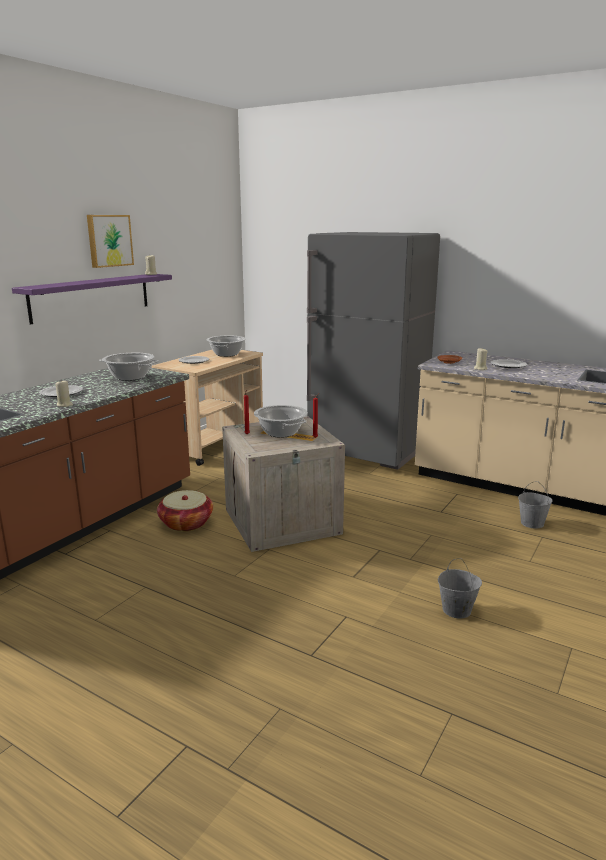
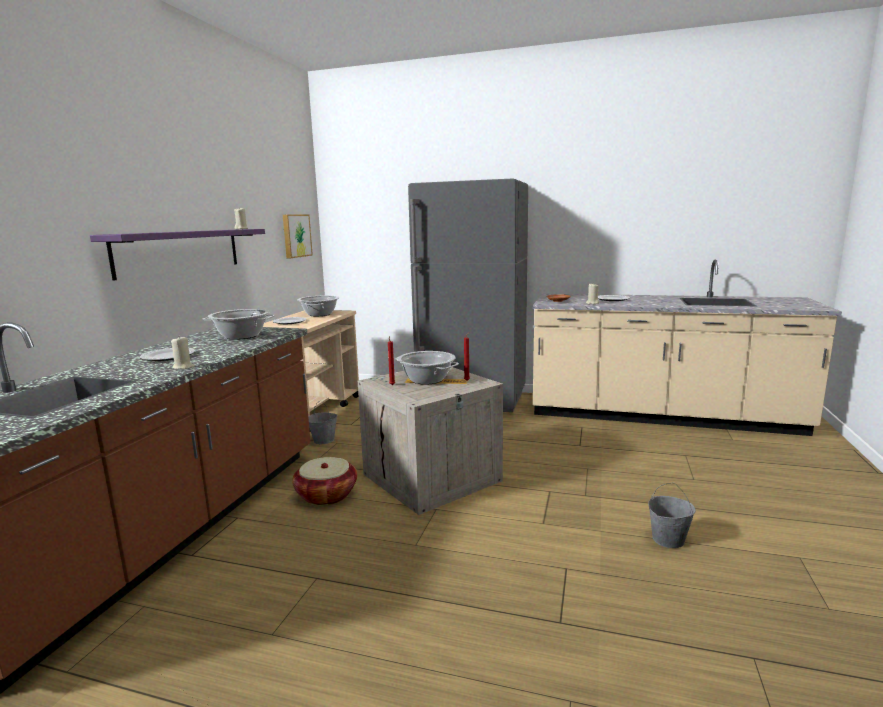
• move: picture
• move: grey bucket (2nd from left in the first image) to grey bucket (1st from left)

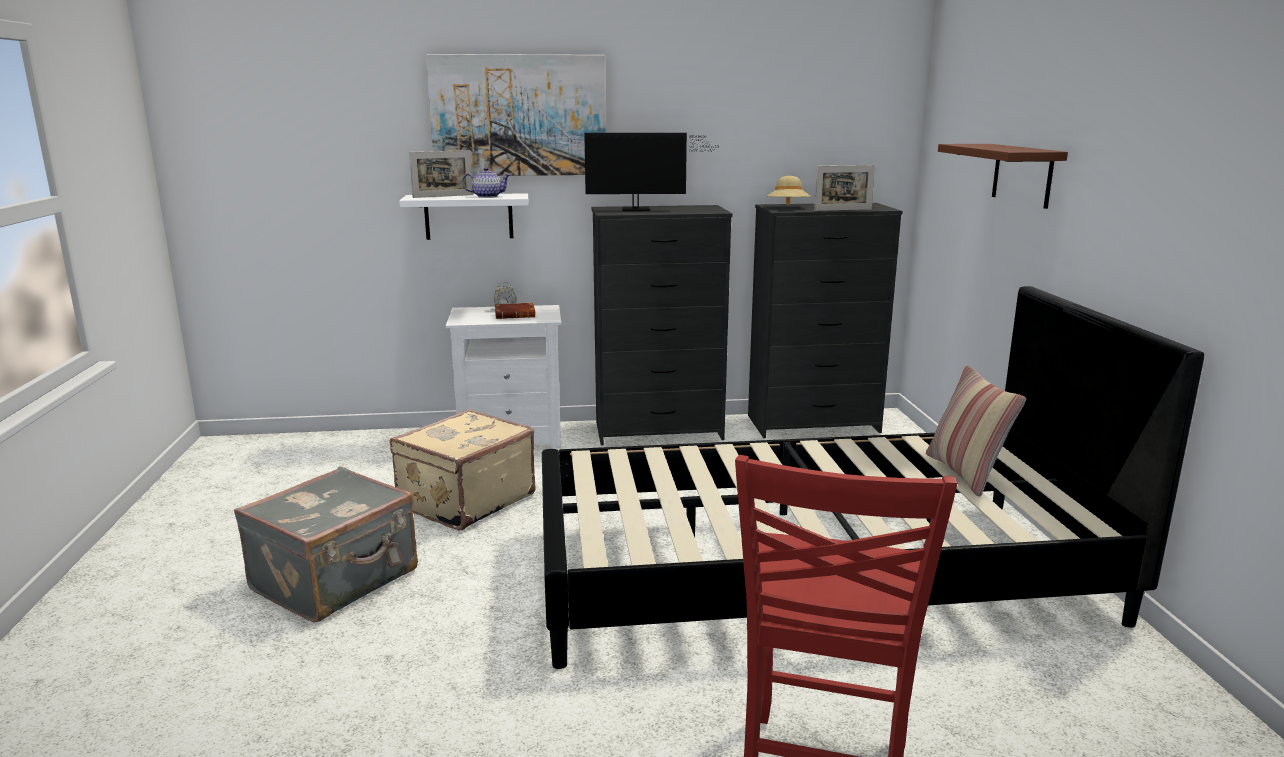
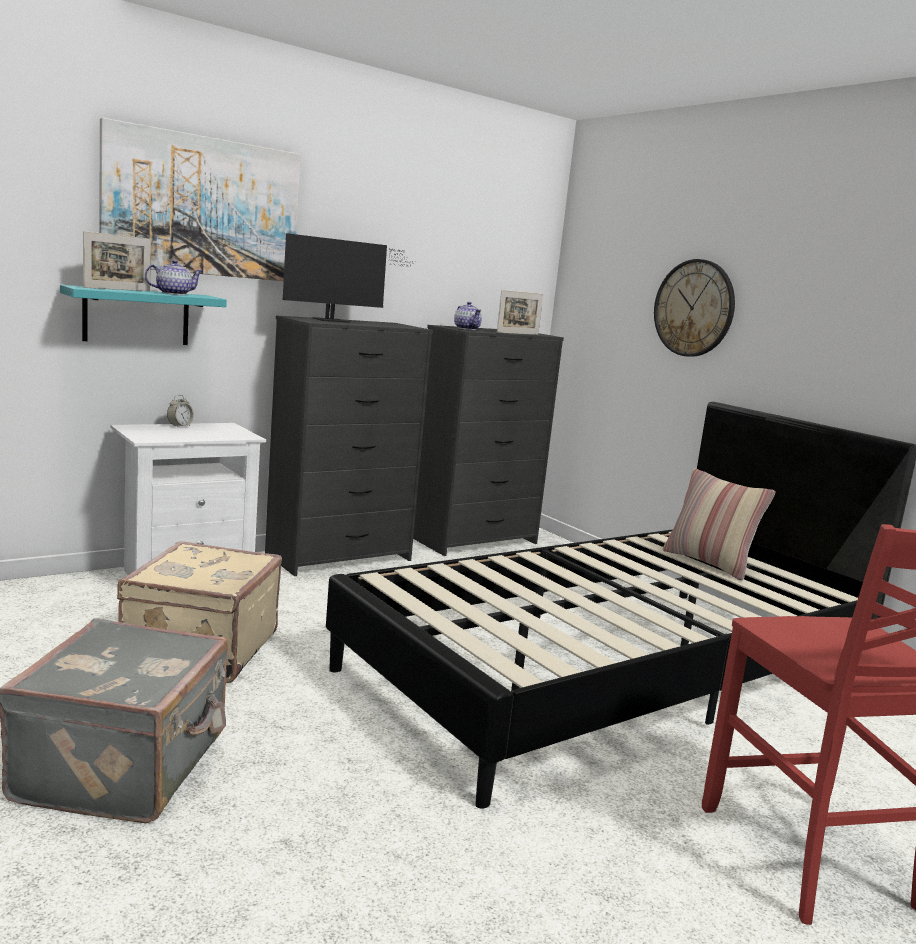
• recolor: white shelf to turquoise shelf
• delete: brown book
• replace: beige hat to teapot (2nd from left)
• replace: brown shelf to wall clock

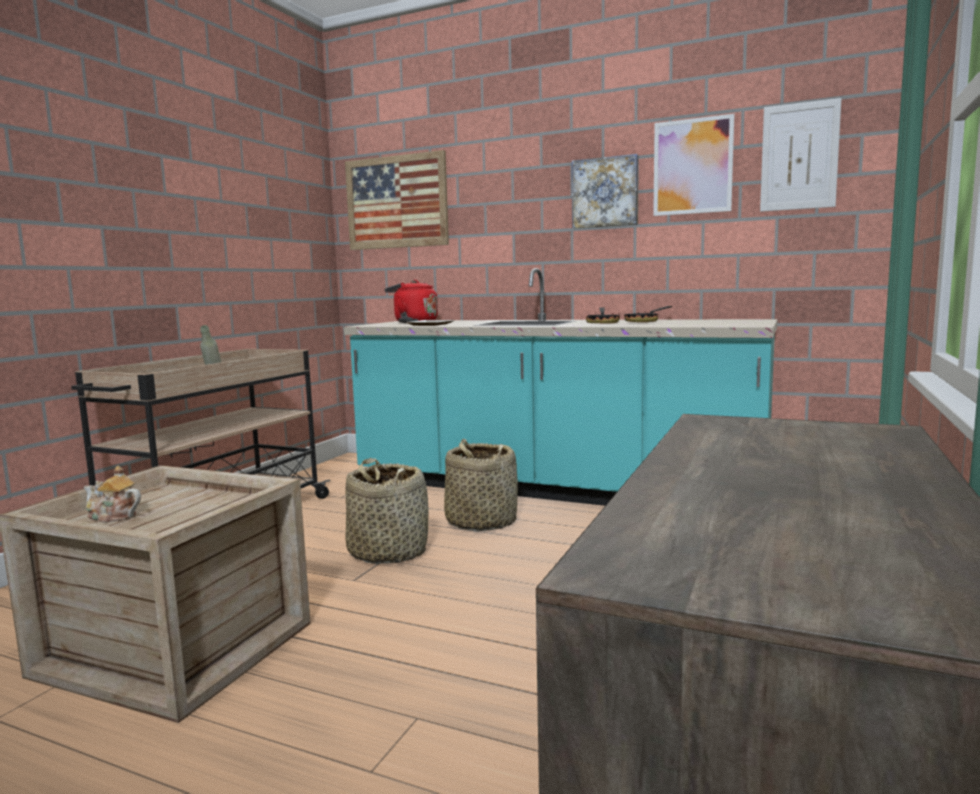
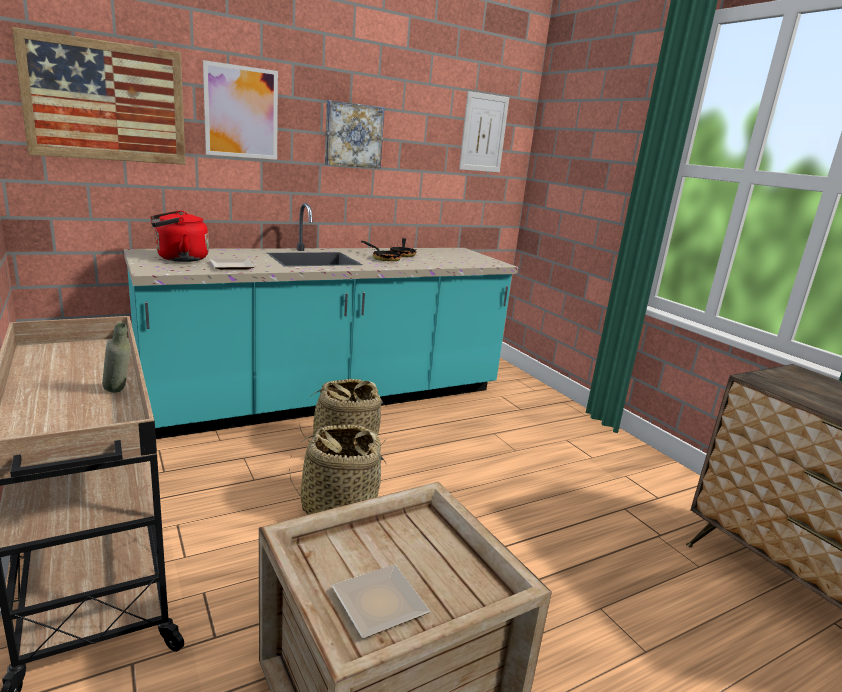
• replace: teapot to plate (2nd from left)
• move: picture (3rd from left in the first image) to picture (2nd from left)

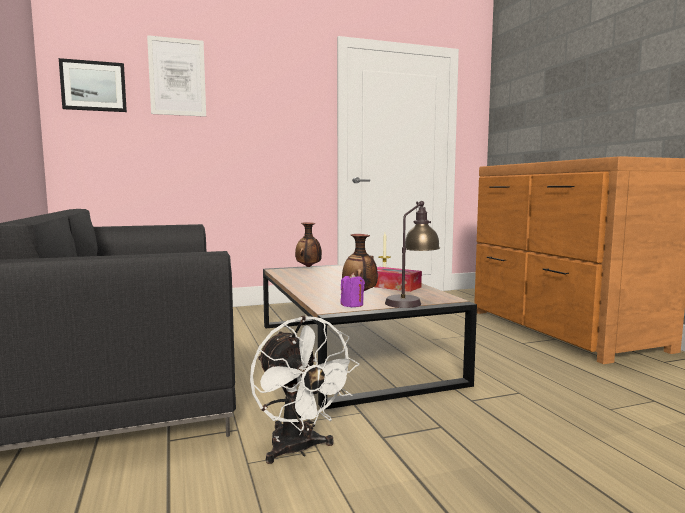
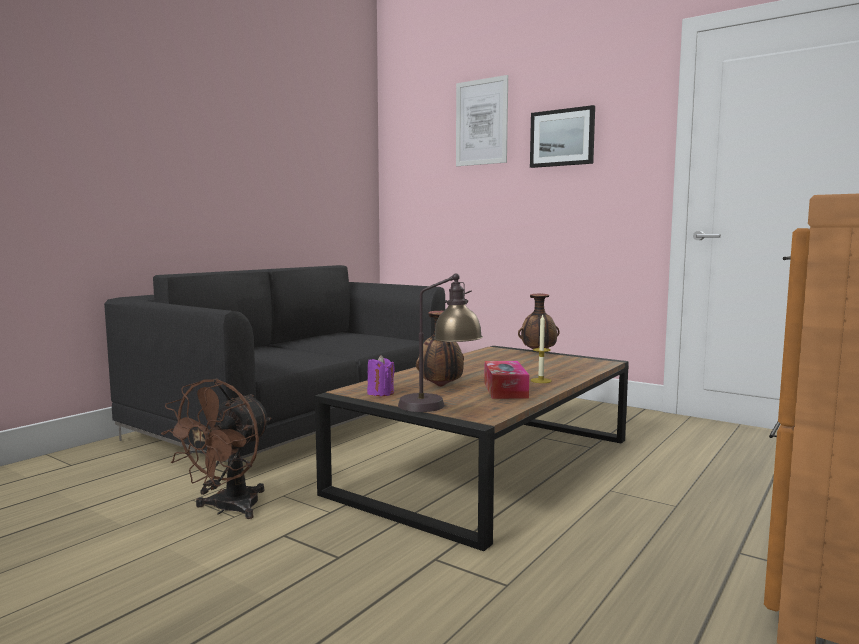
• move: picture (1st from left in the first image) to picture (2nd from left)
• recolor: white fan to brown fan

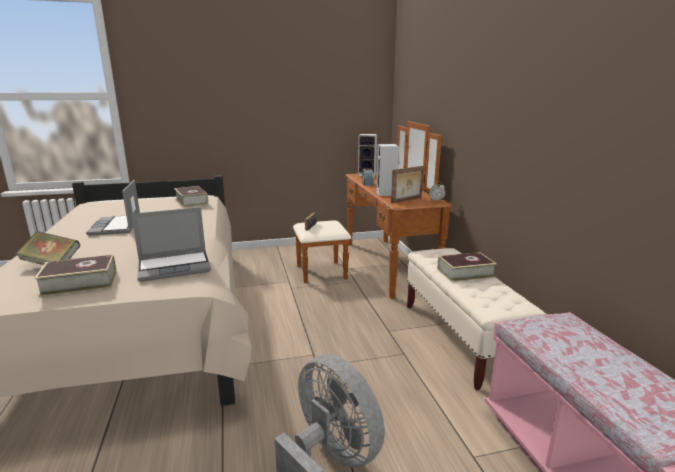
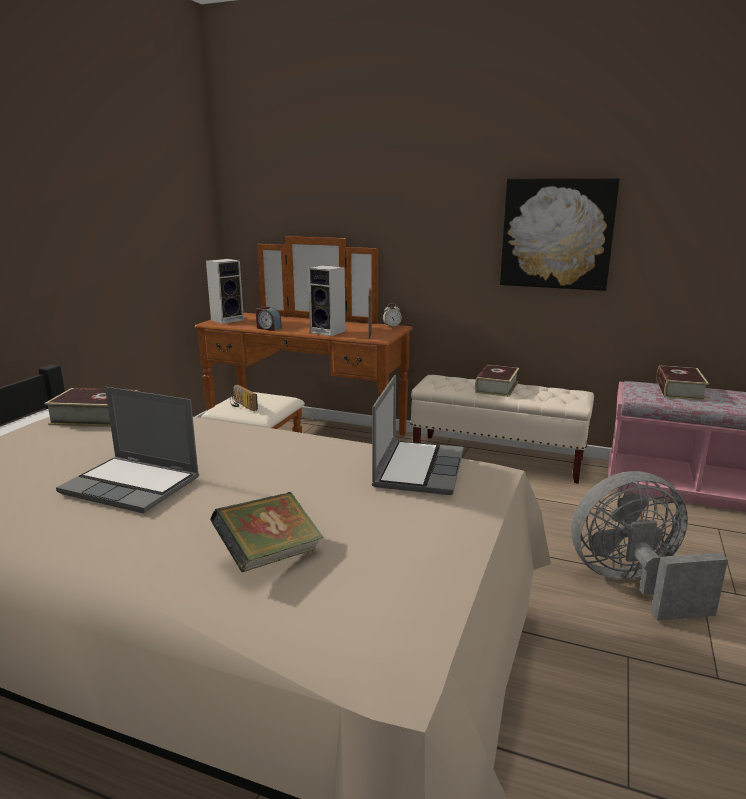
• move: book (2nd from left in the first image) to book (4th from left)
• insert: picture

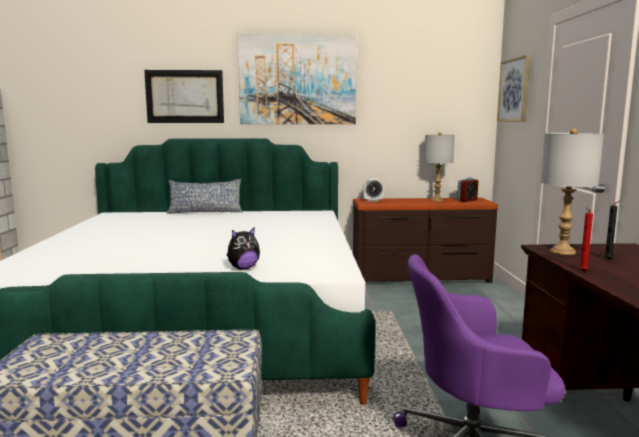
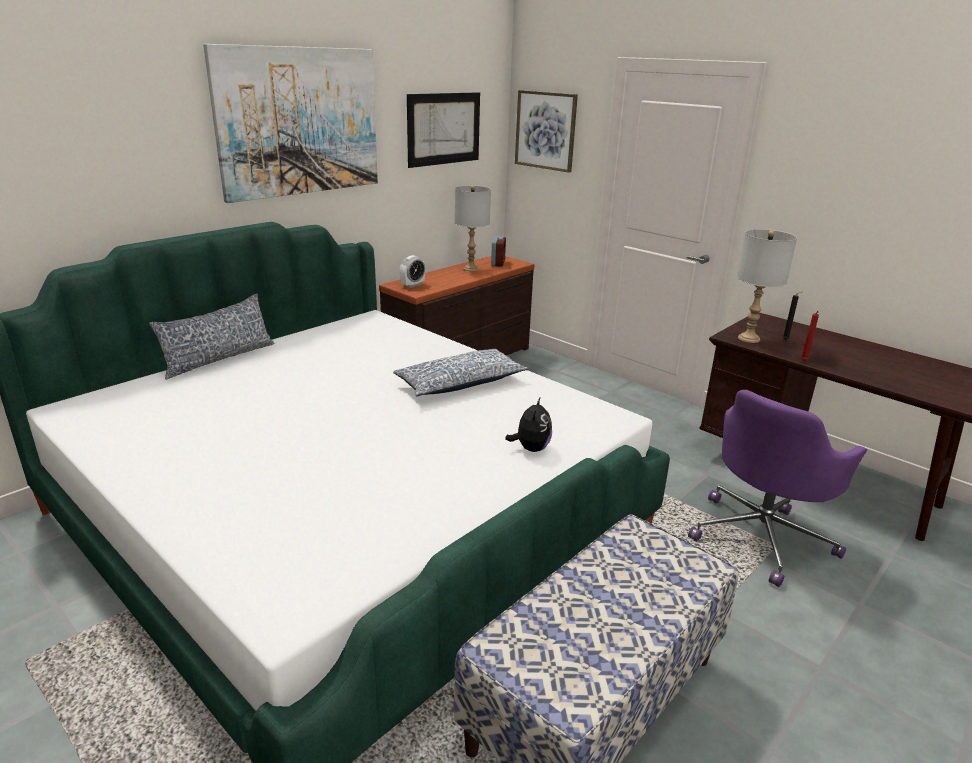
• move: picture (1st from left in the first image) to picture (2nd from left)
• insert: pillow (2nd from left)

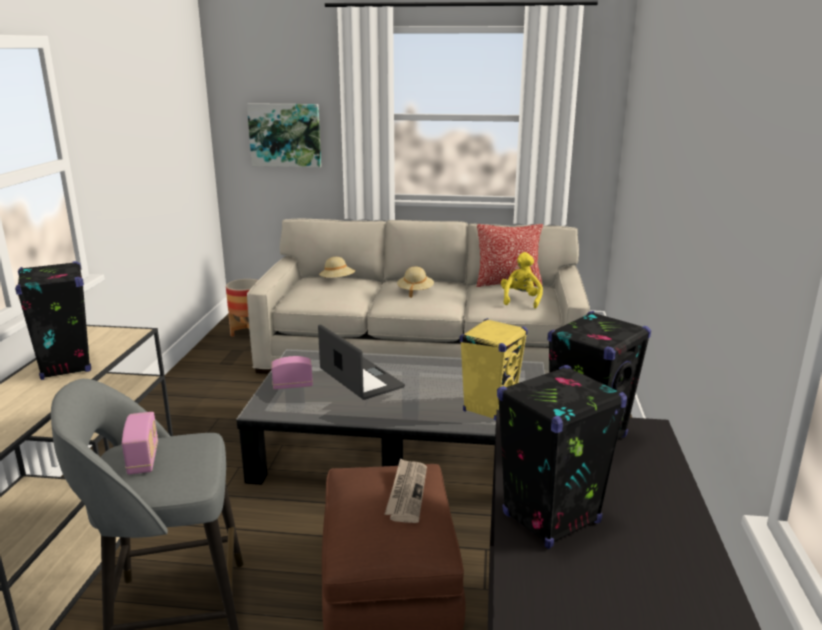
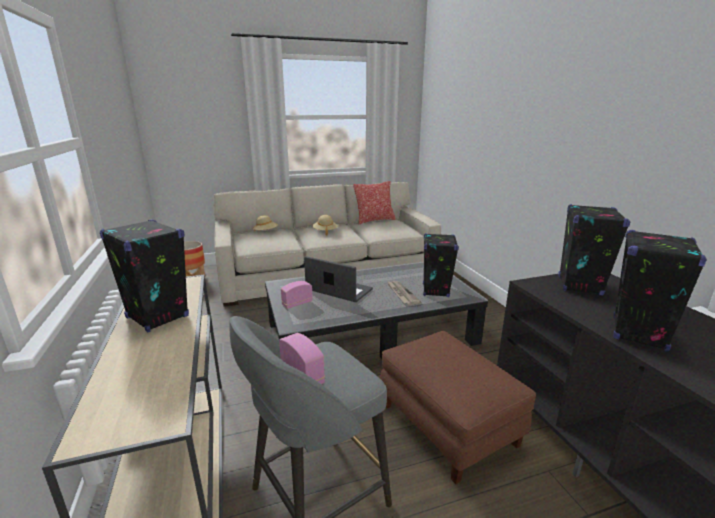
• delete: picture
• move: newspaper
• recolor: yellow speaker to black speaker (2nd from left)
• delete: yellow plush toy

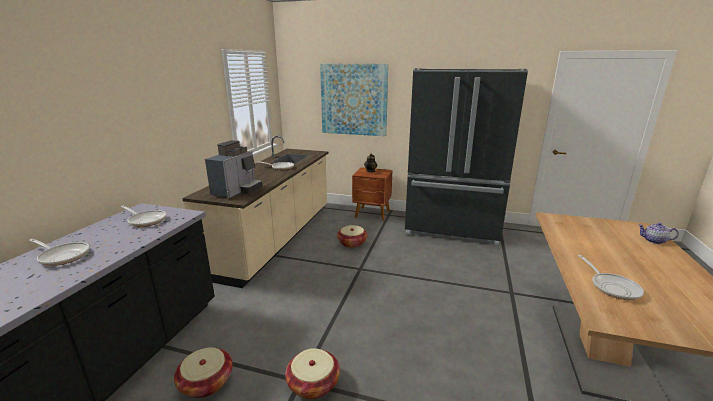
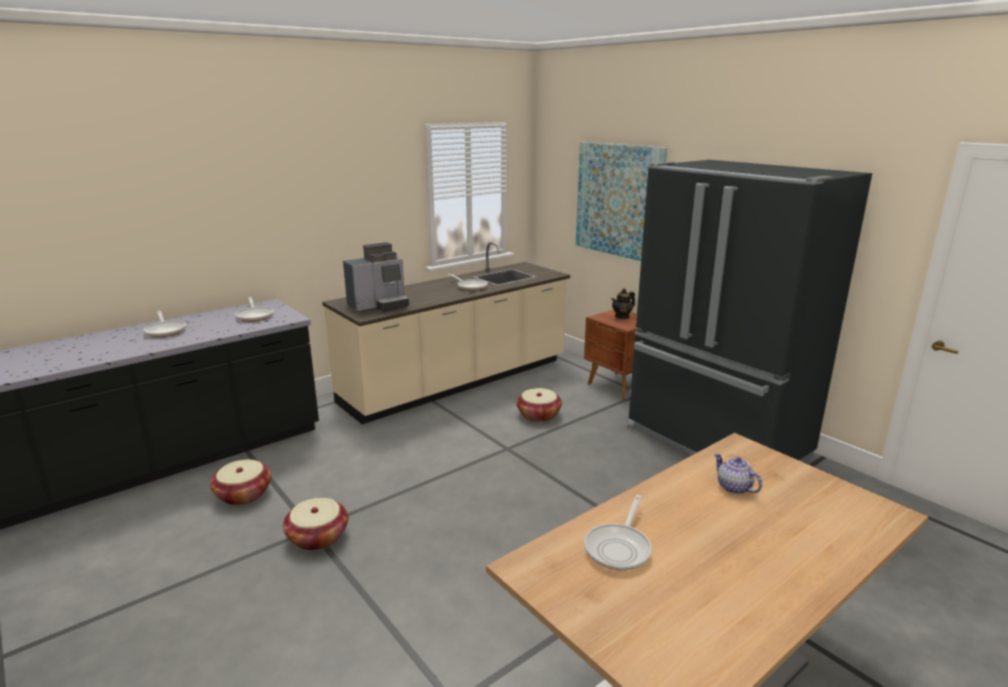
• move: teapot (2nd from left)

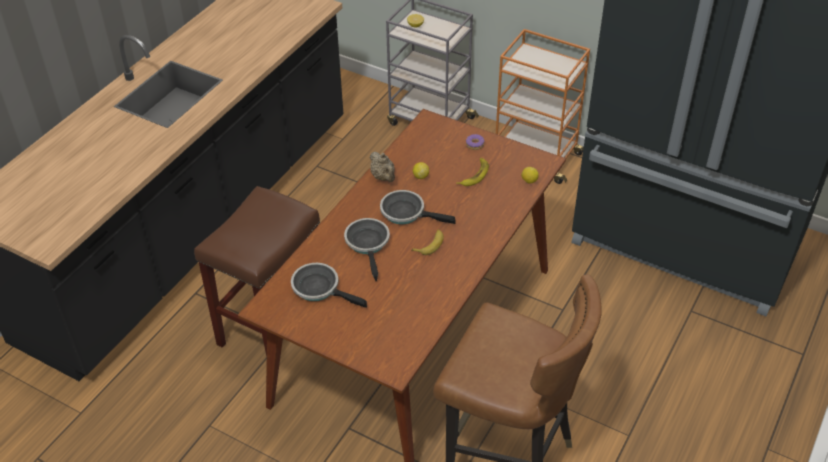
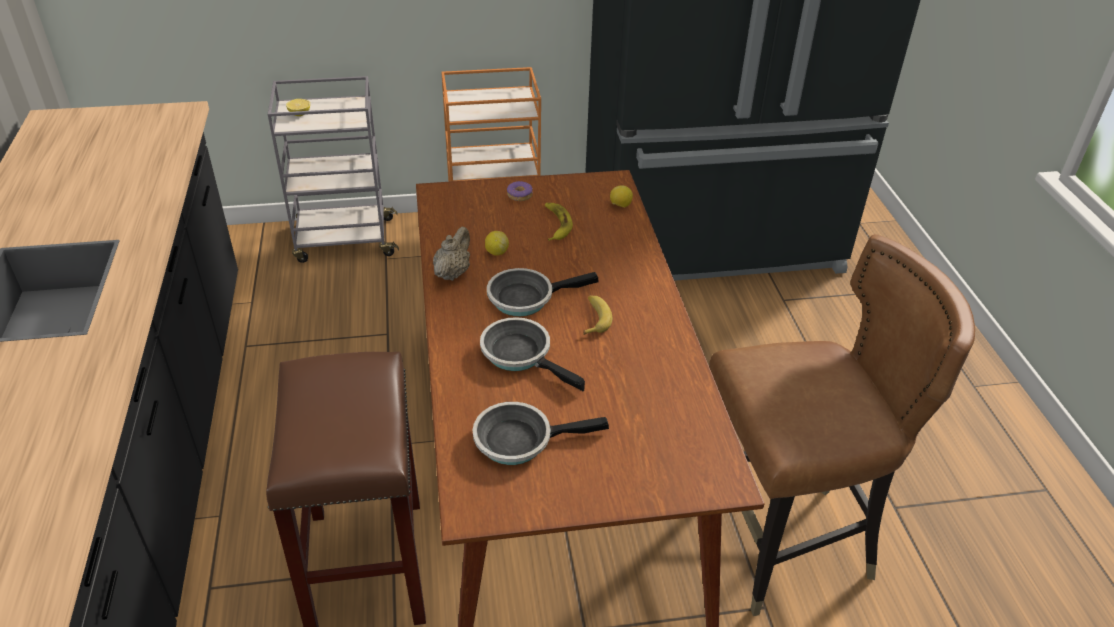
• rotate: beige teapot 90 degrees counterclockwise

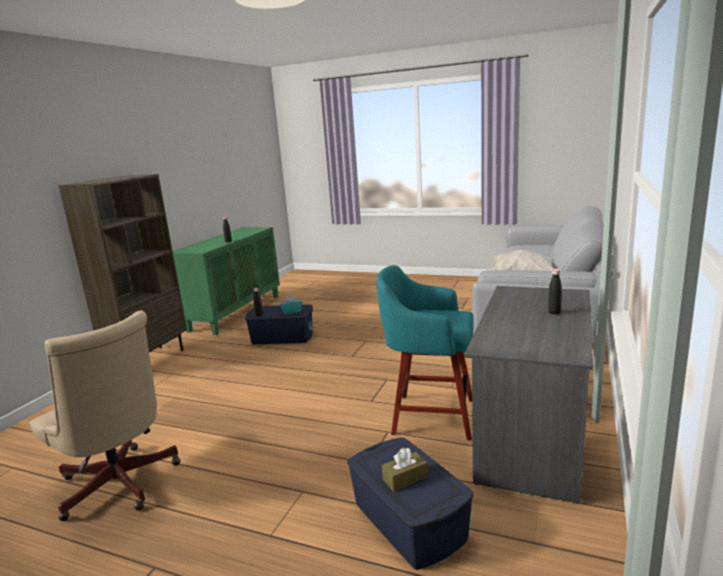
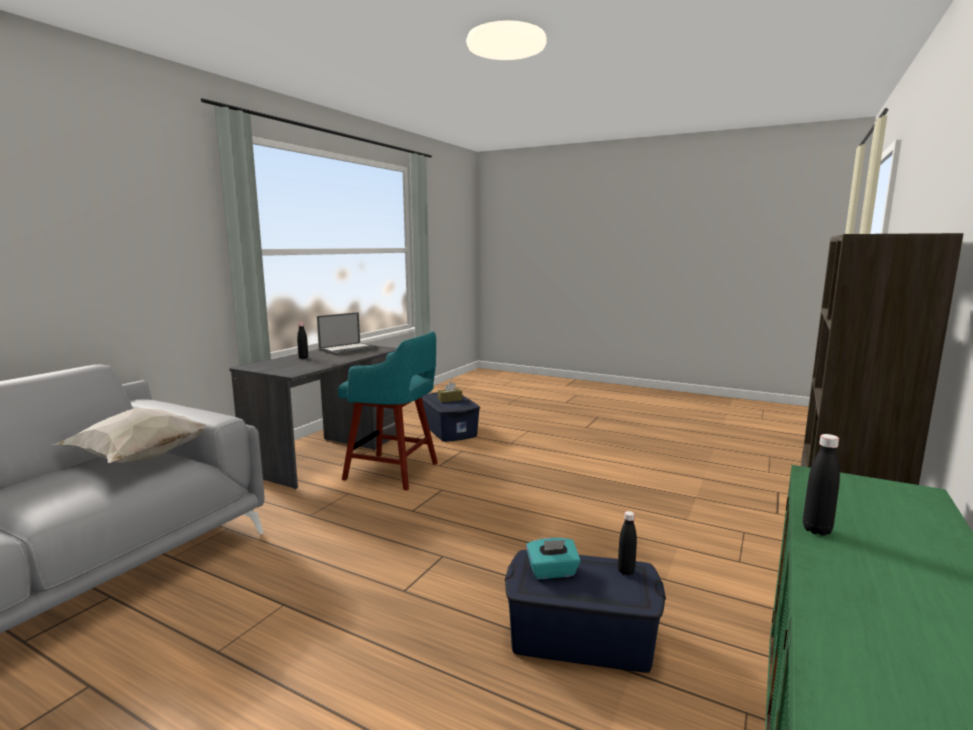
• delete: beige office chair
• insert: laptop

